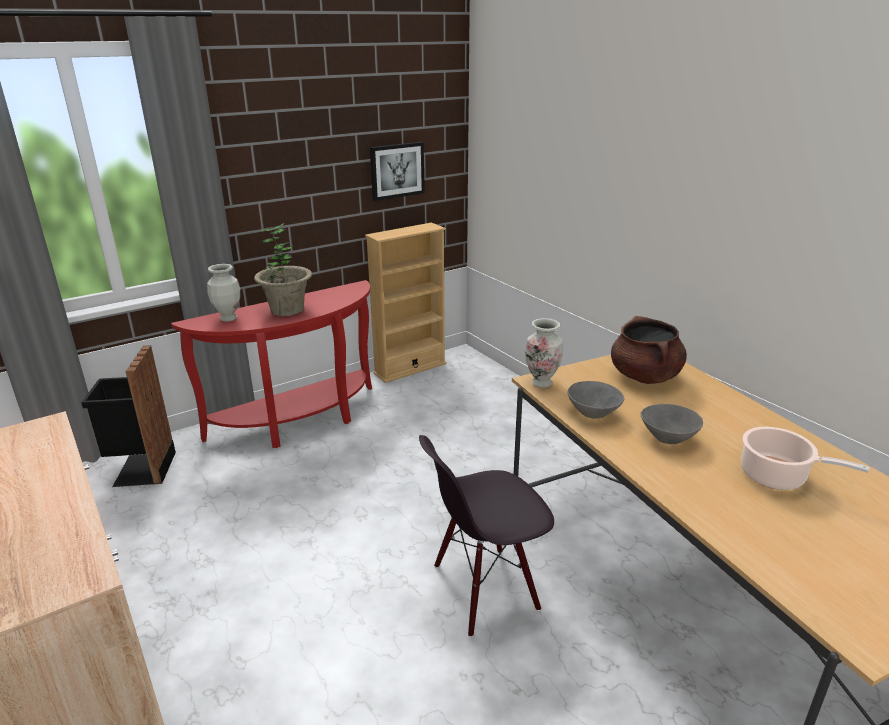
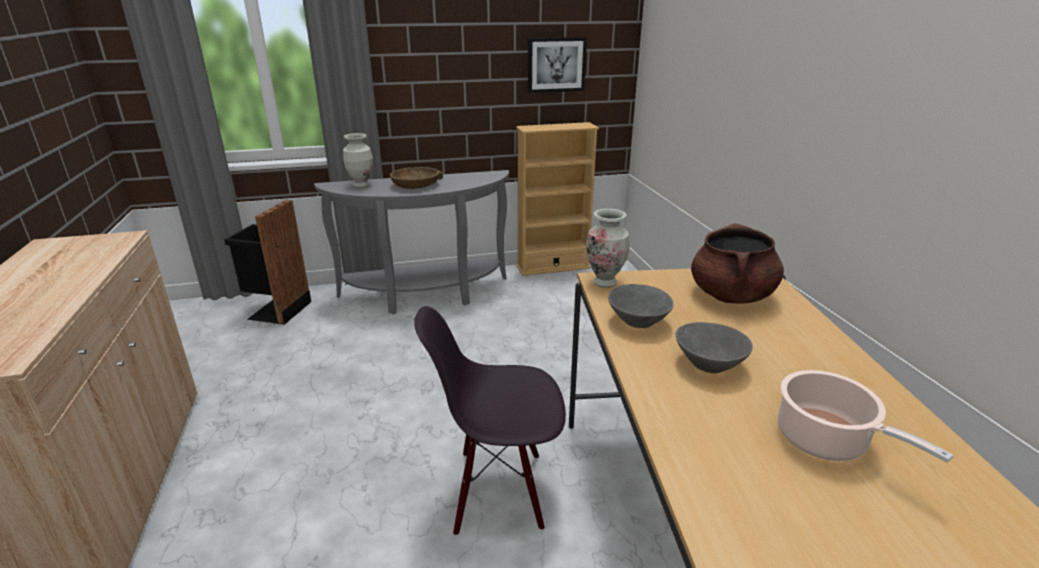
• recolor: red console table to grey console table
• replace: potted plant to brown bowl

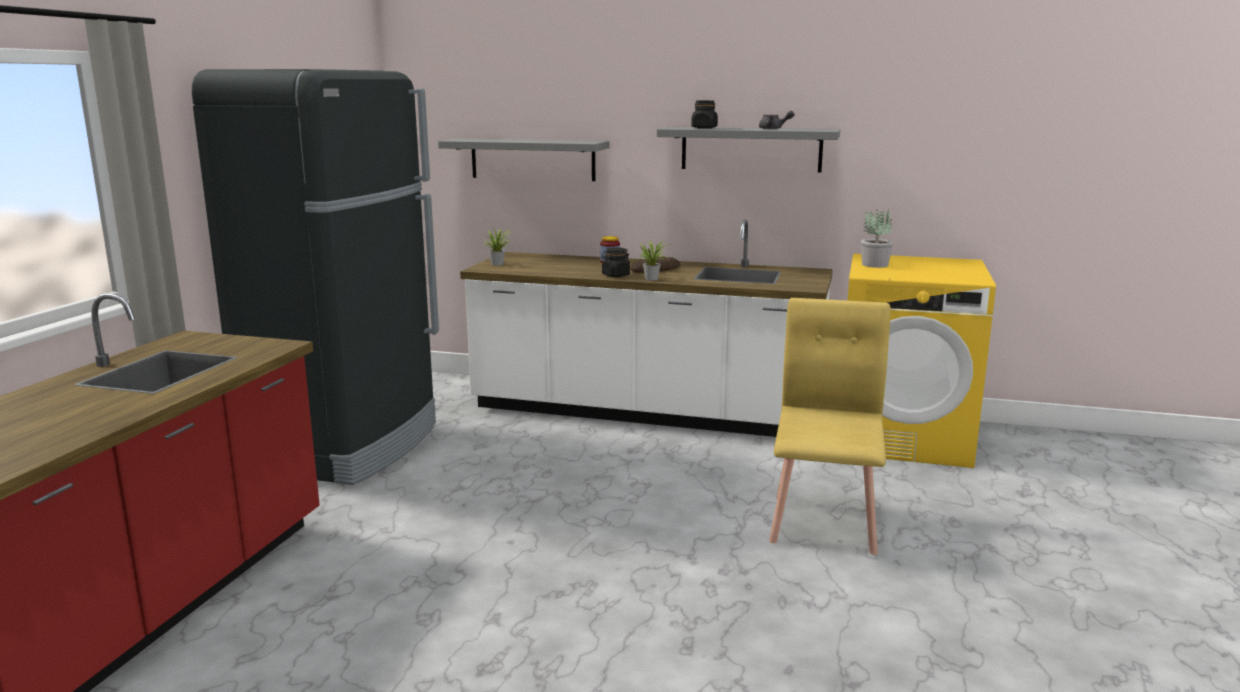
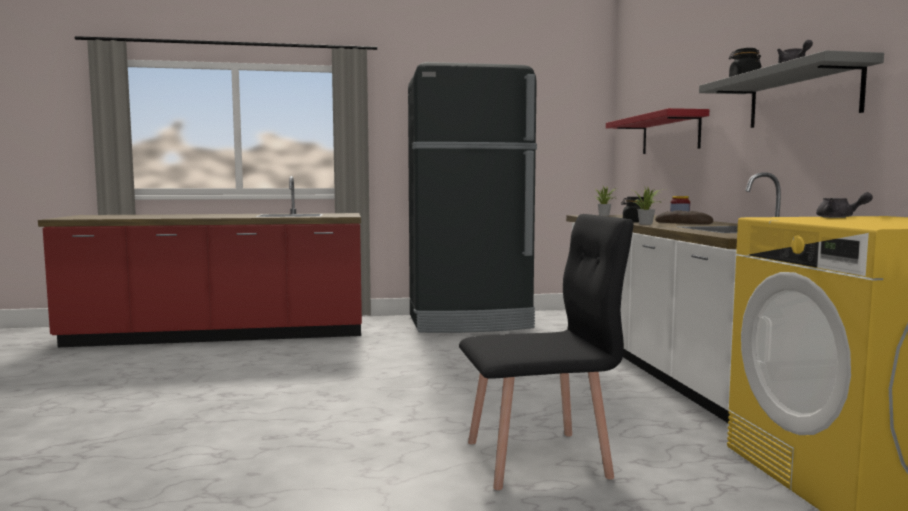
• recolor: grey shelf (1st from left) to red shelf
• recolor: yellow chair to black chair
• replace: potted plant (3rd from left) to grey teapot (2nd from left)

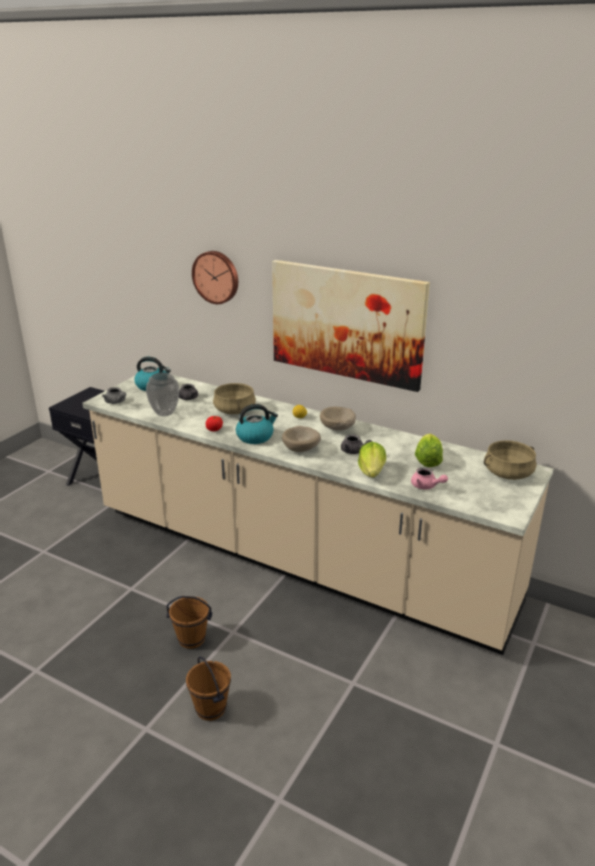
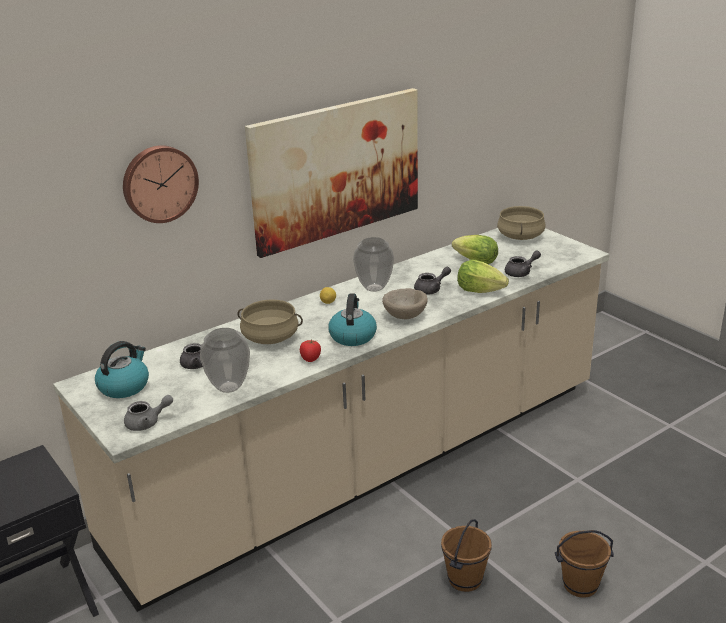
• replace: beige bowl (2nd from left) to vase (2nd from left)
• recolor: pink teapot to grey teapot (4th from left)

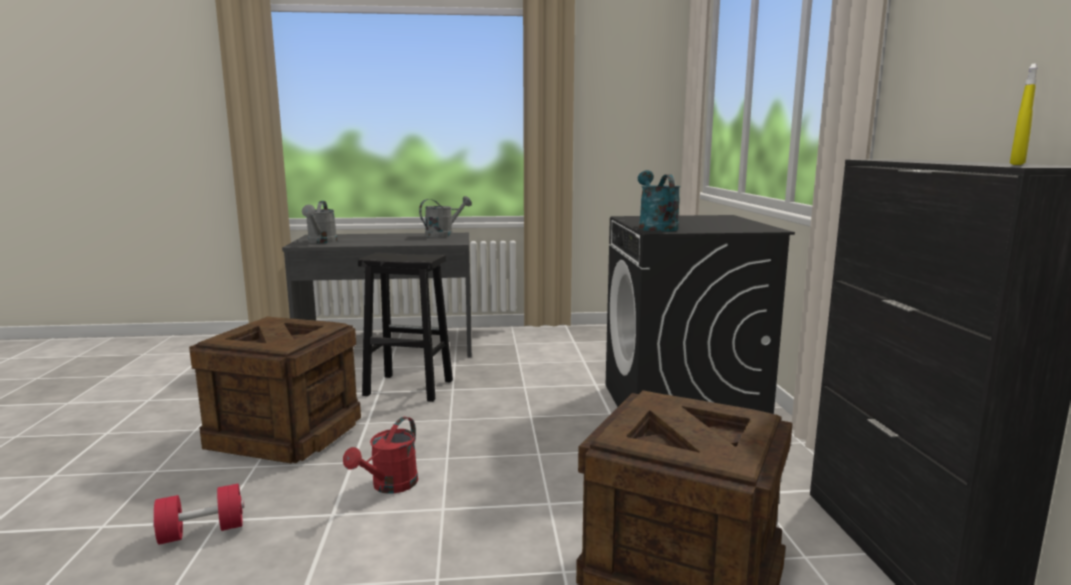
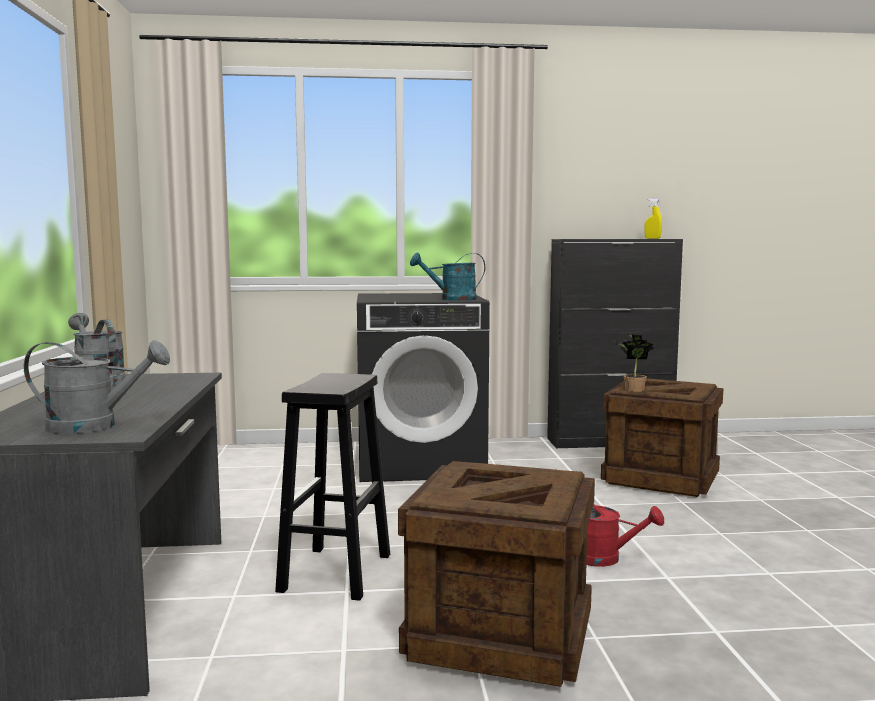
• delete: red dumbbell
• insert: potted plant

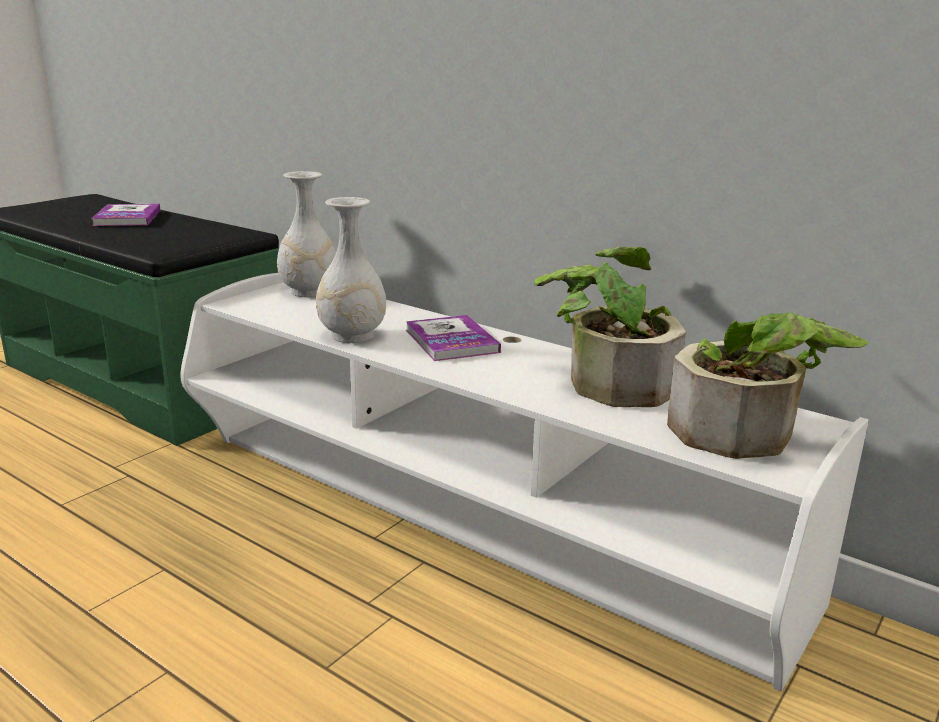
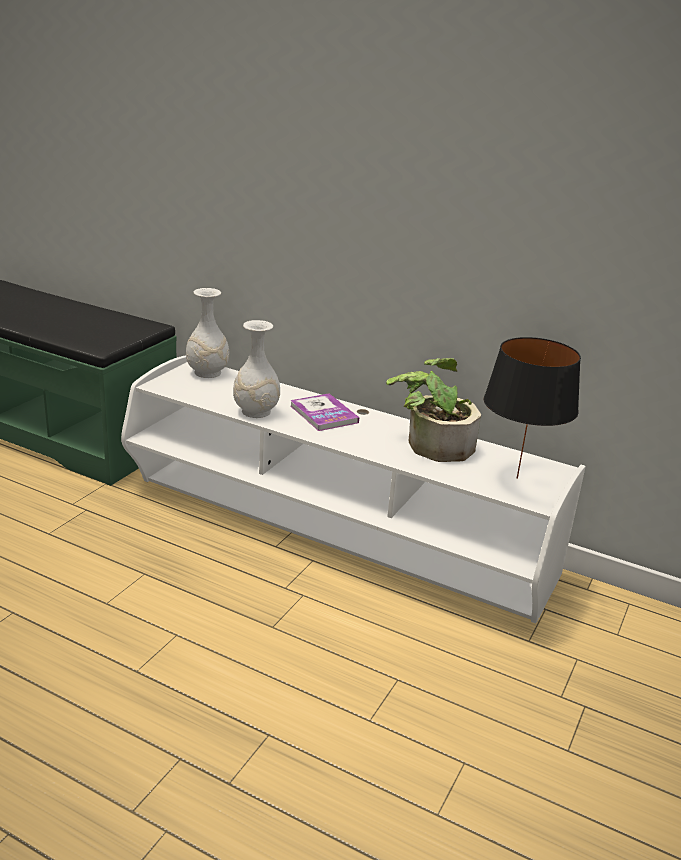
• delete: book (1st from left)
• replace: potted plant (2nd from left) to black table lamp

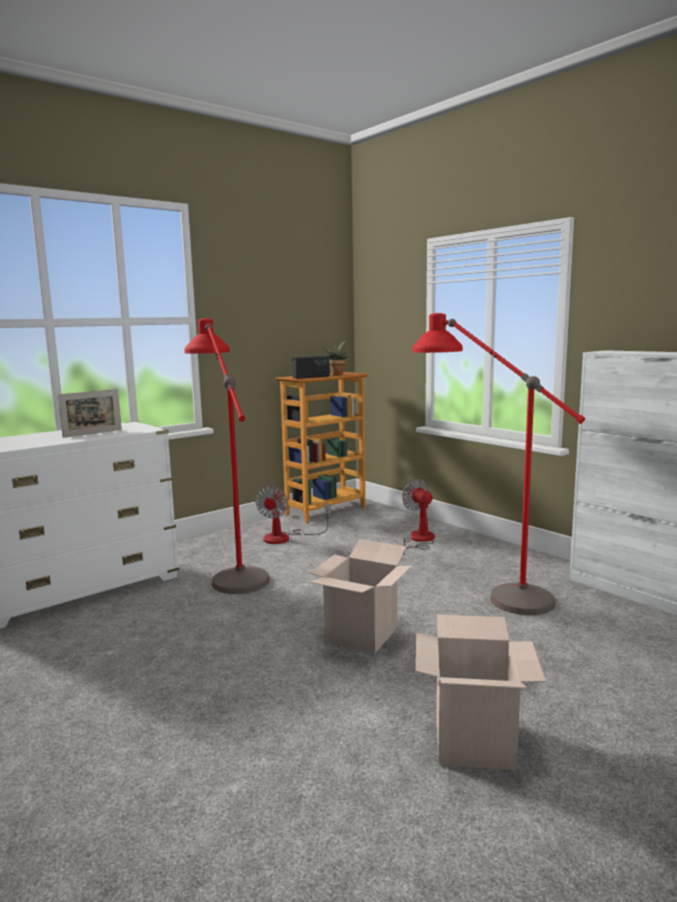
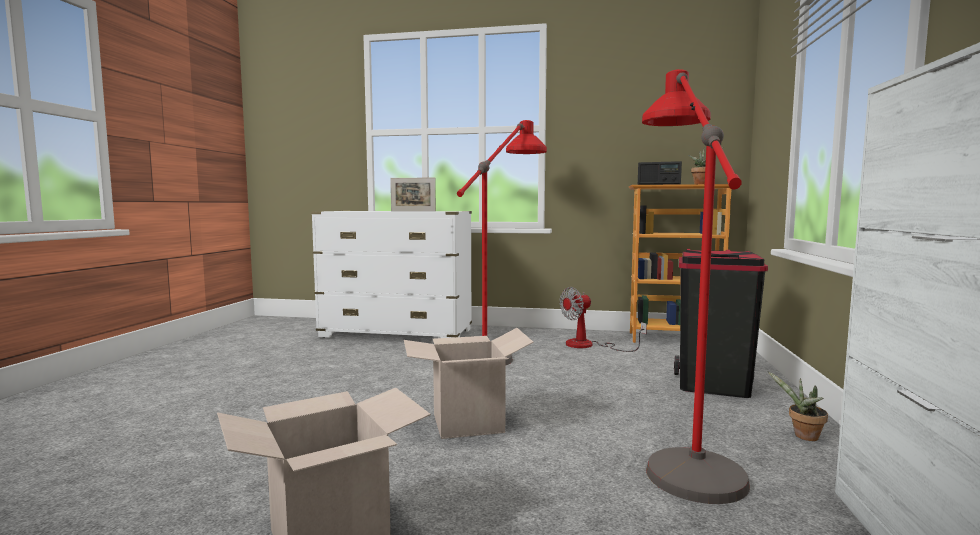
• replace: fan (2nd from left) to black trash can
• insert: potted plant (2nd from left)

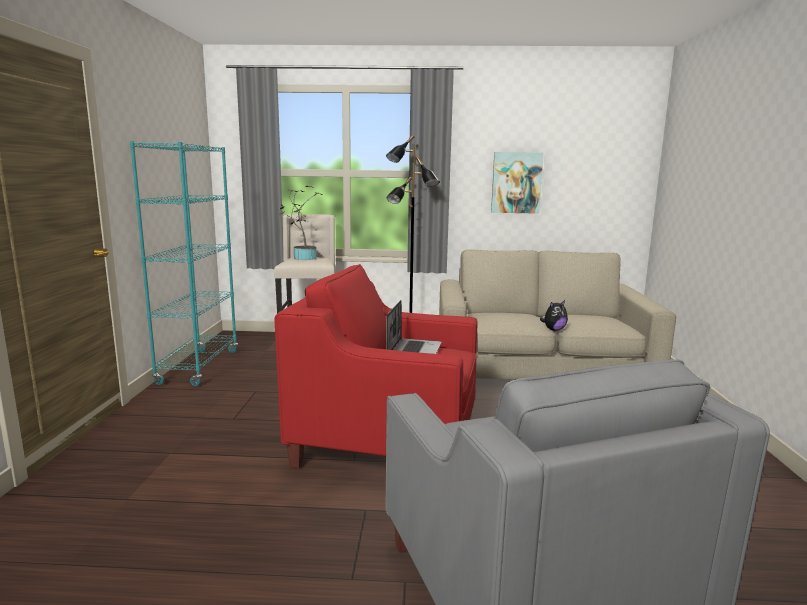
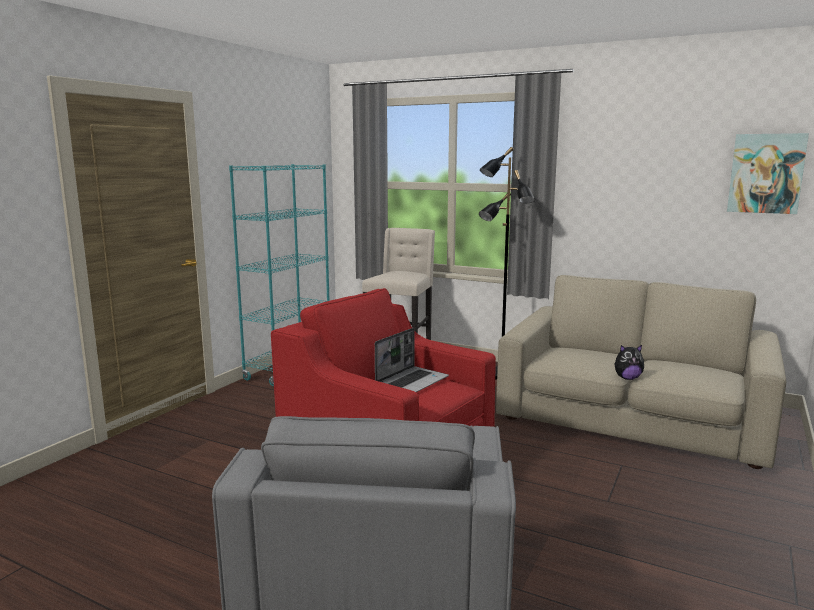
• delete: potted plant
• move: picture

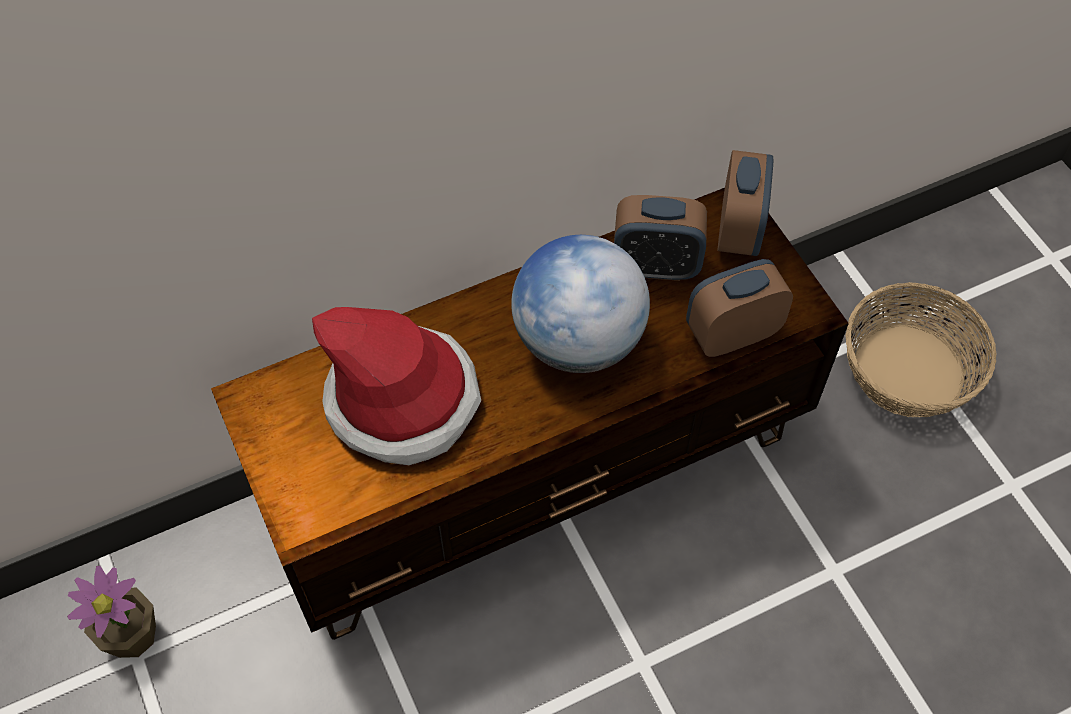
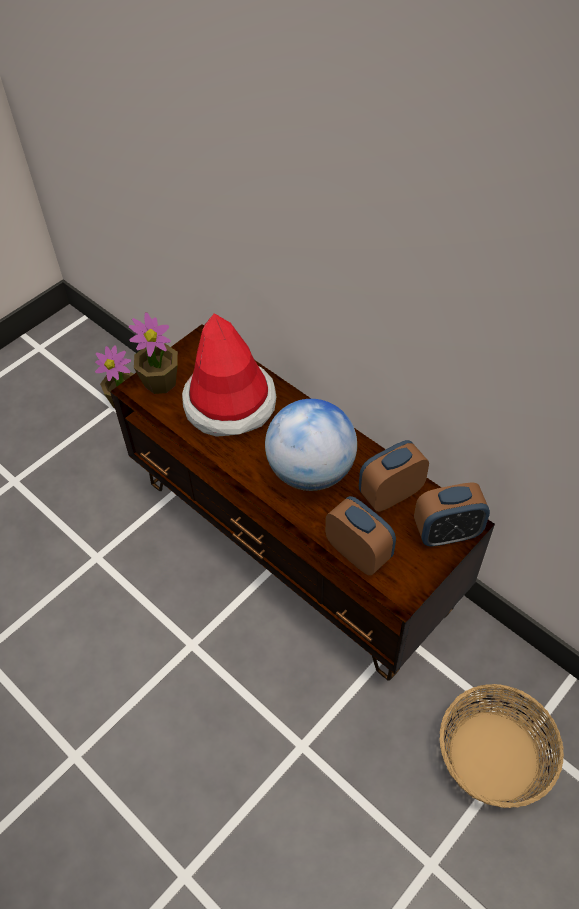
• rotate: alarm clock (1st from left in the first image) 75 degrees clockwise
• insert: potted plant (2nd from left)

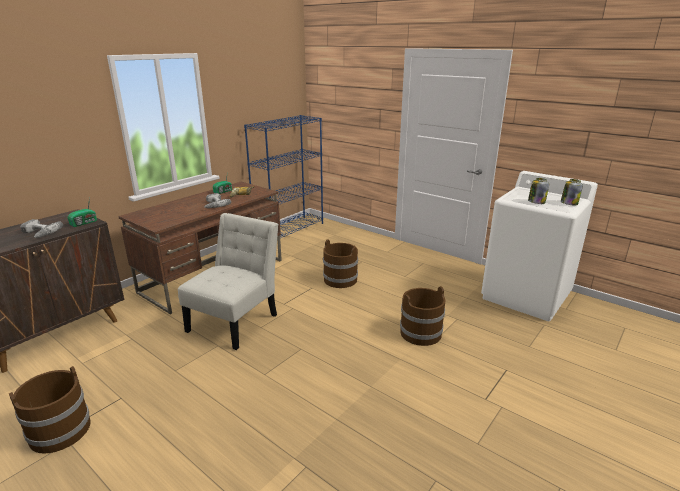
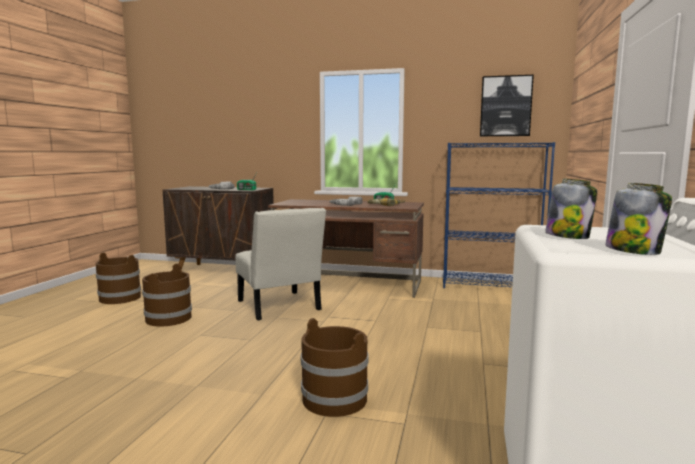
• rotate: white chair 60 degrees clockwise
• move: brown bucket (2nd from left)
• insert: picture

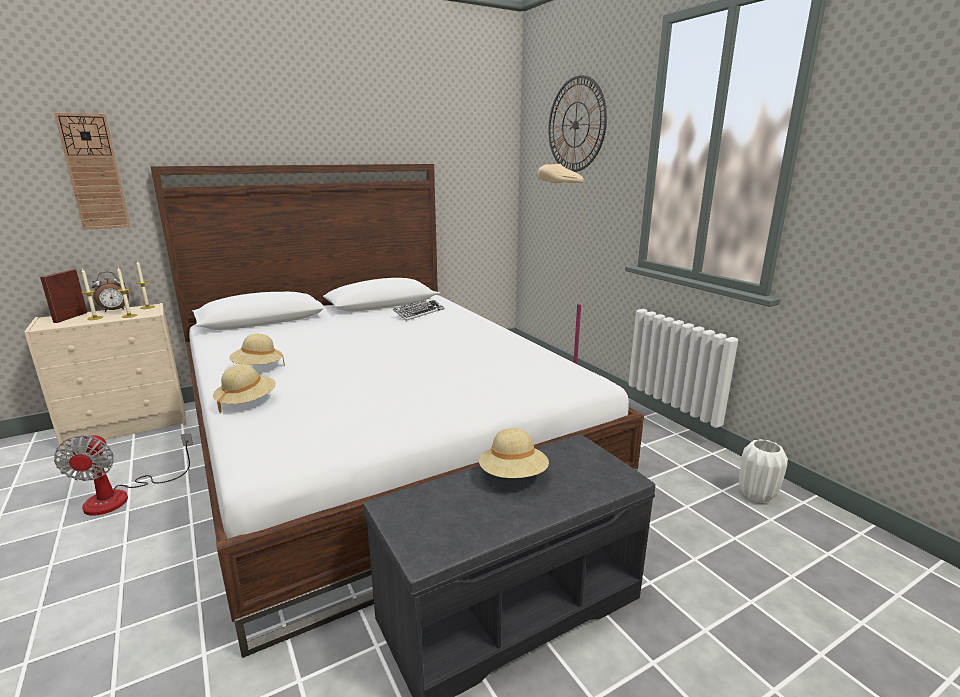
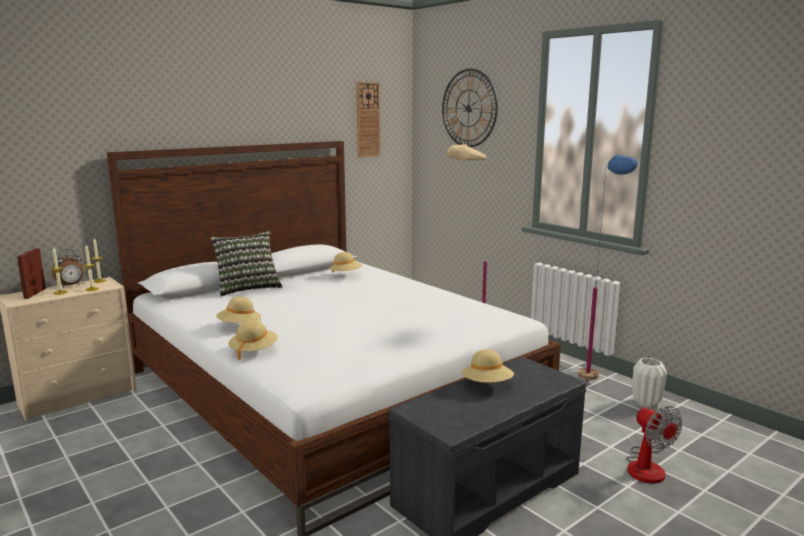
• move: wall clock (1st from left)
• move: fan
• replace: keyboard to beige hat (3rd from left)
• insert: pillow
• insert: blue floor lamp

